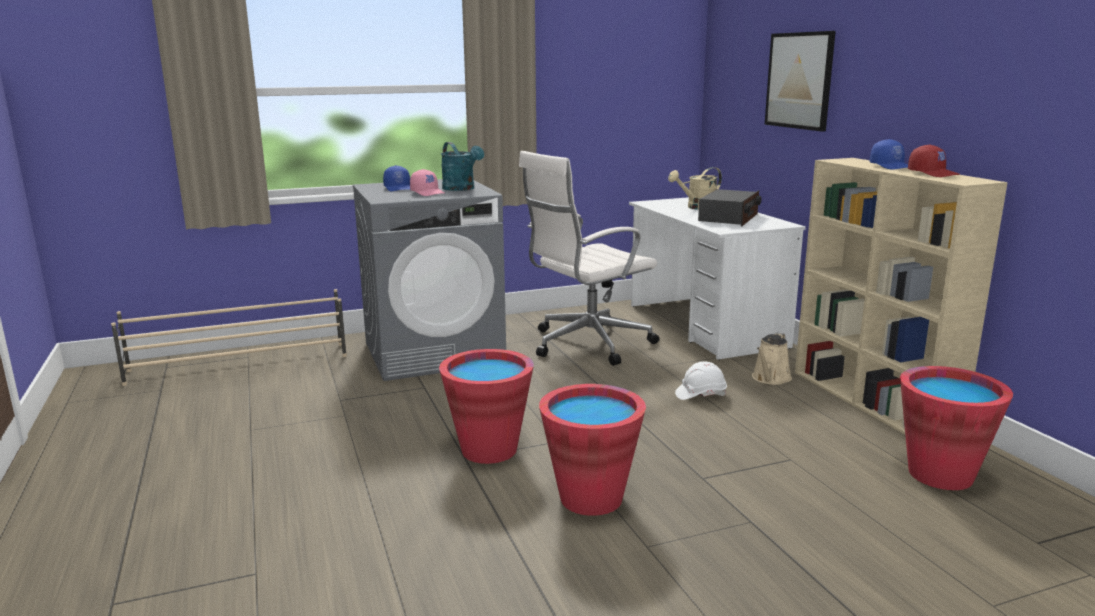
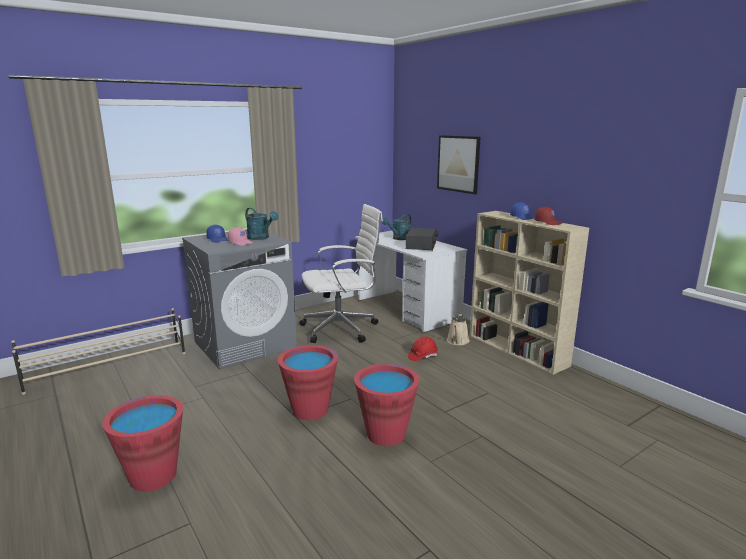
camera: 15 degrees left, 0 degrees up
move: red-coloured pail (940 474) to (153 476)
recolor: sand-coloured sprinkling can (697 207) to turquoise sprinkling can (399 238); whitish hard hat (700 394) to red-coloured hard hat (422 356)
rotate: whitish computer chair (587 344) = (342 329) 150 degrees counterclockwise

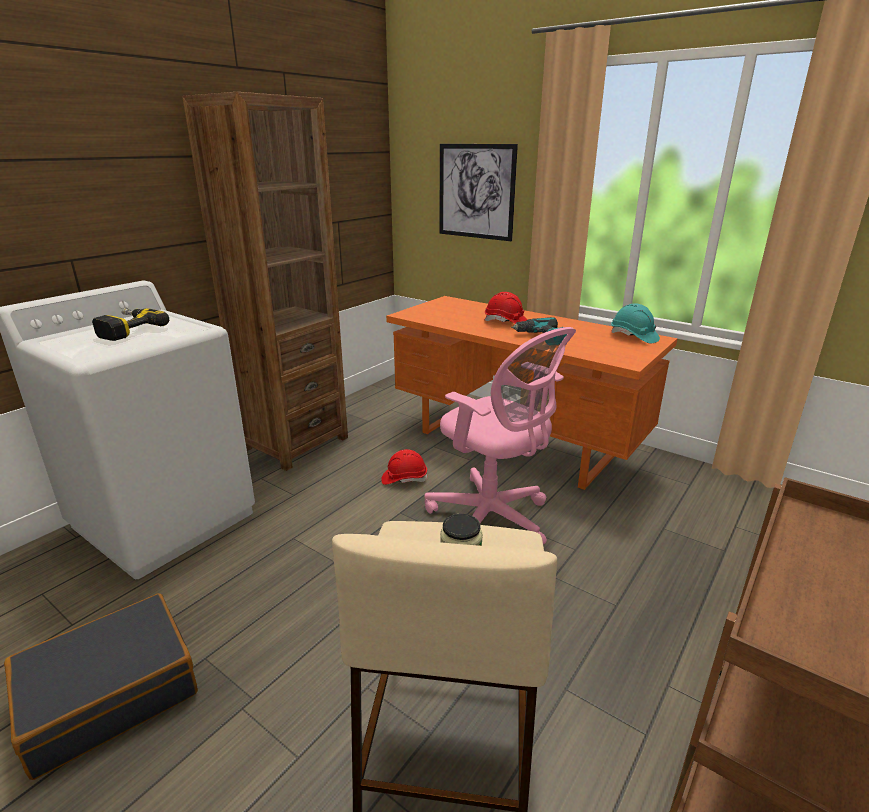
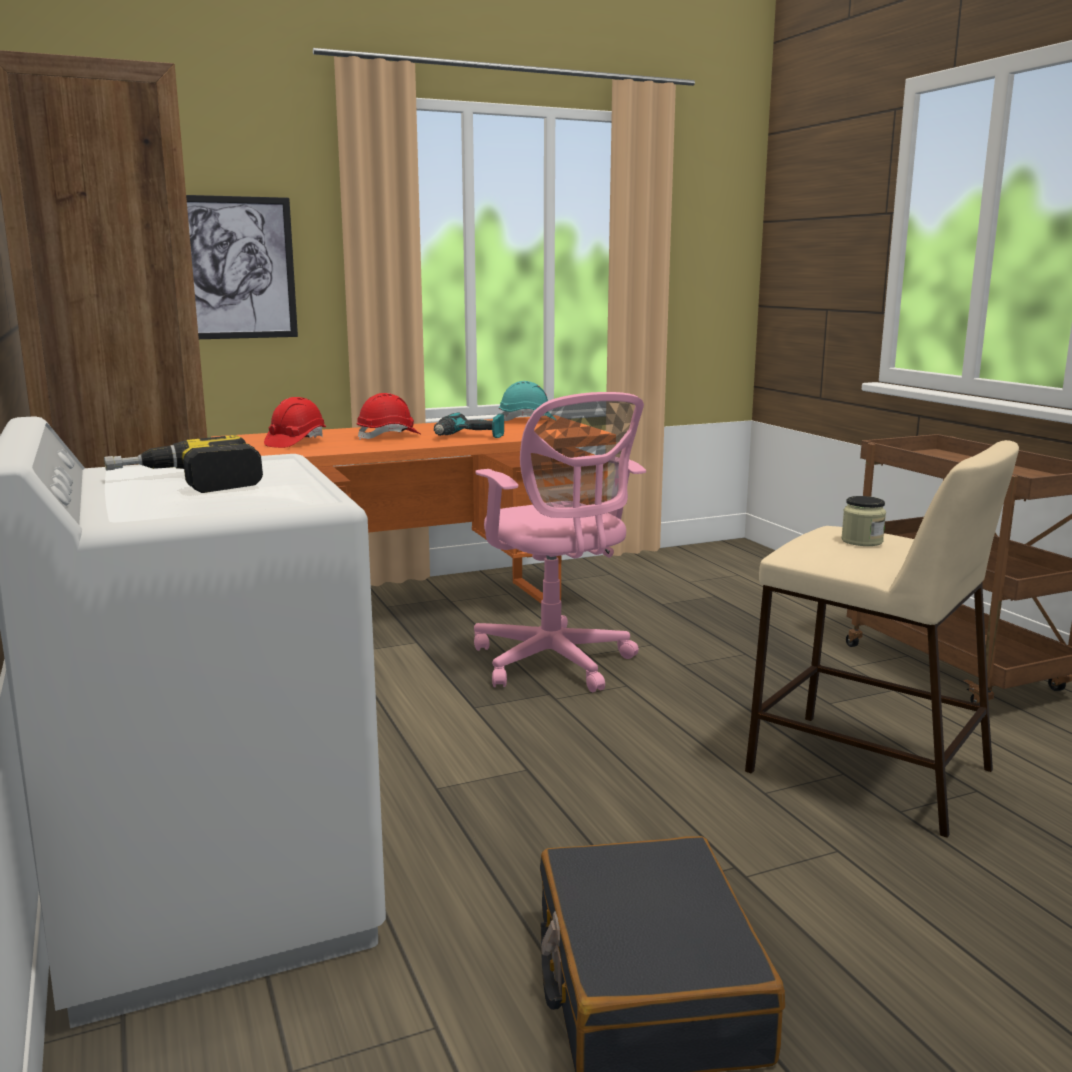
camera: 60 degrees left, 10 degrees down
move: red-coloured hard hat (404 478) to (295 442)
rotate: pink-coloured computer chair (493 519) = (555 663) 75 degrees clockwise

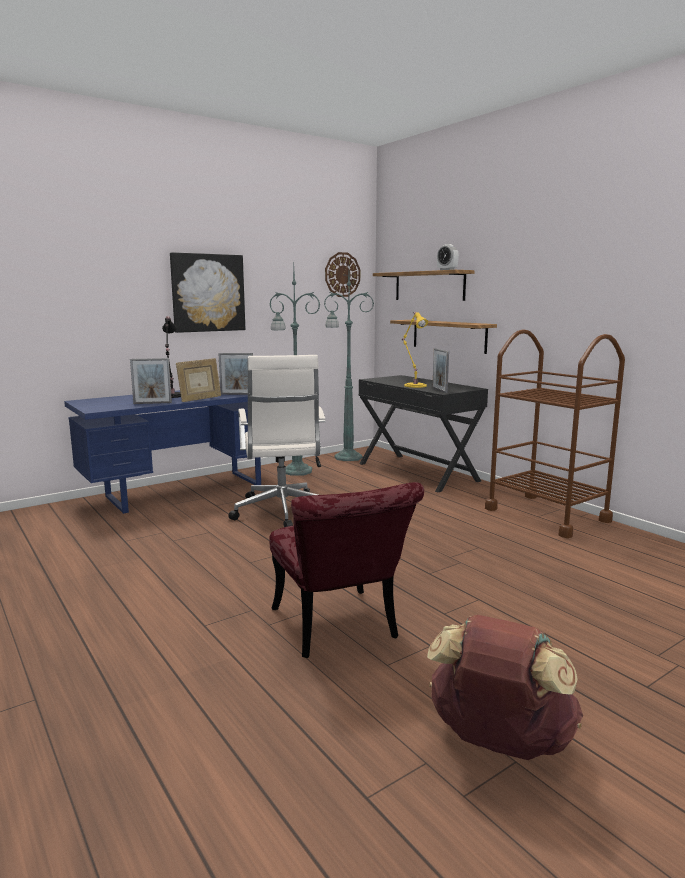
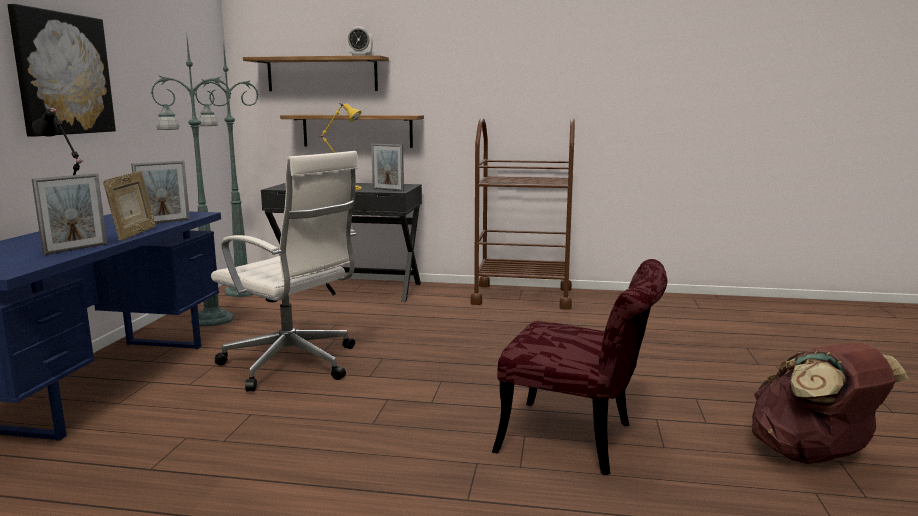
camera: 45 degrees left, 0 degrees up
delete: clock on the wall (342 274)

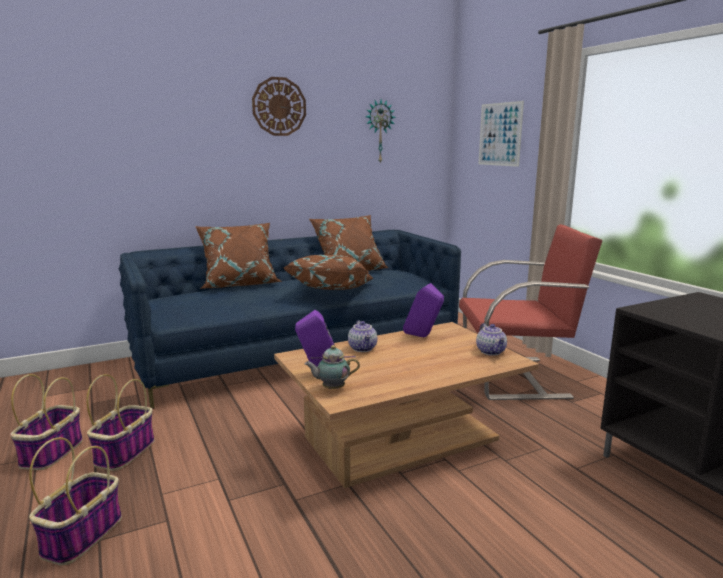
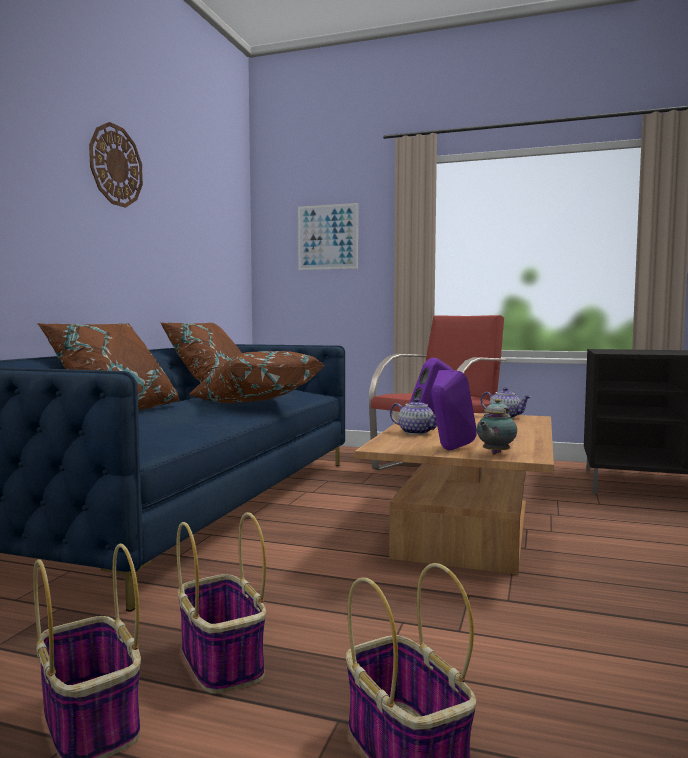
camera: 45 degrees left, 10 degrees down
delete: clock on the wall (379 131)

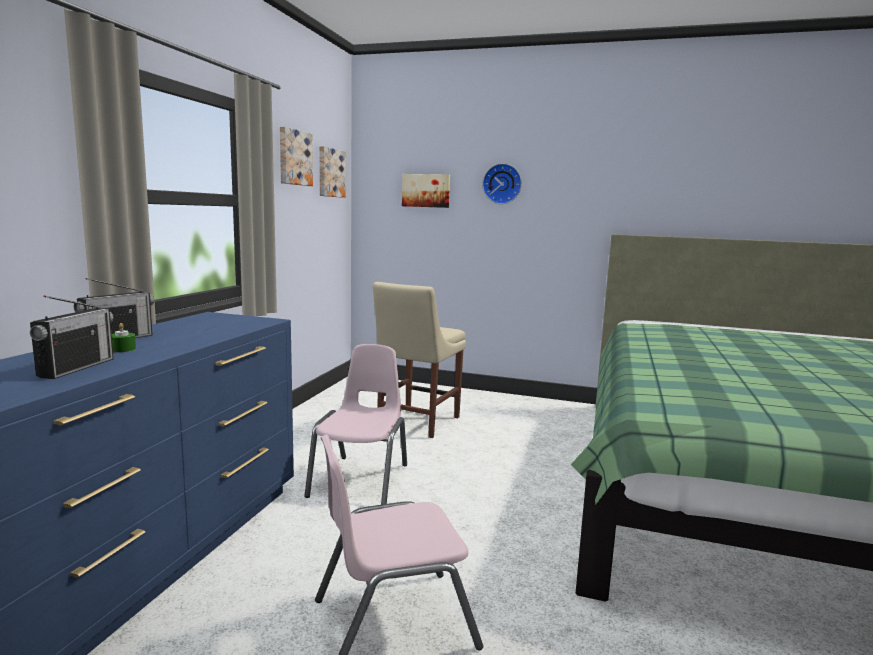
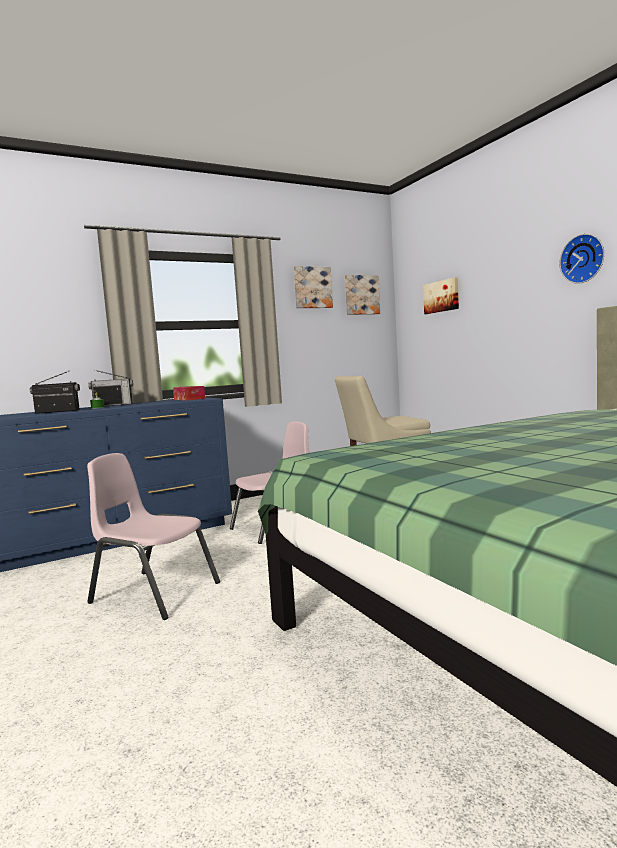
camera: 45 degrees right, 5 degrees down
insert: box of tissues (189 399)
move: clock on the wall (502 184) to (583 259)
rotate: radio receiver (77 368) = (57 412) 150 degrees counterclockwise

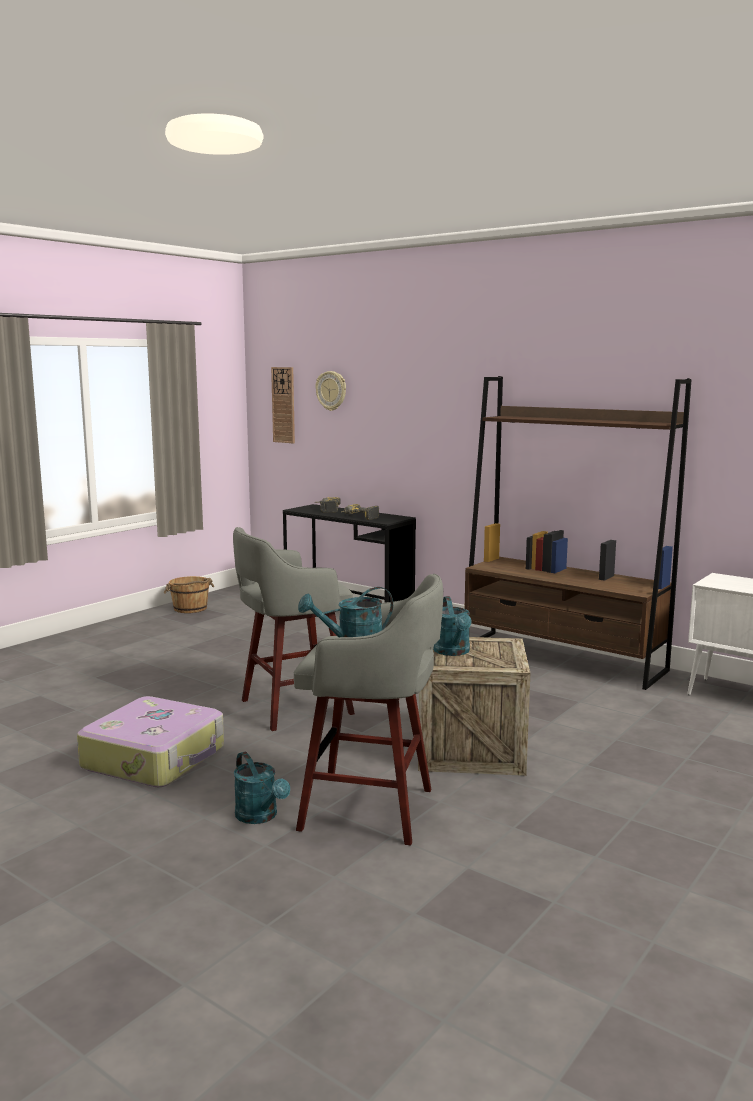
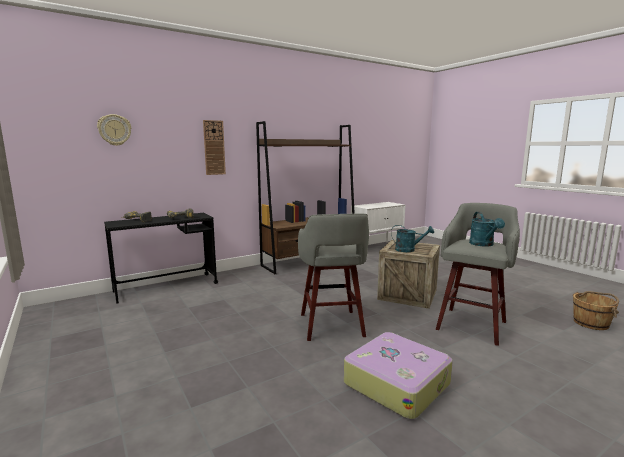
camera: 70 degrees left, 0 degrees up
delete: turquoise sprinkling can (260 817)
move: clock on the wall (283 405) to (214 147); brown pail (190 609) to (591 323)

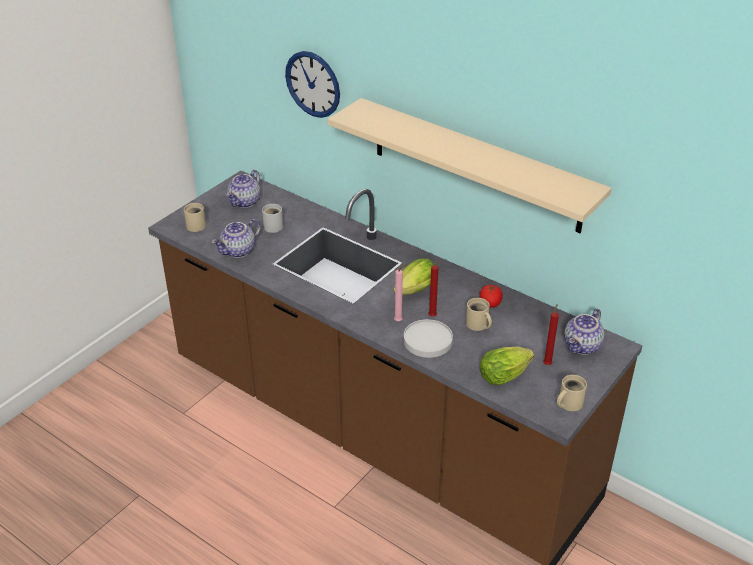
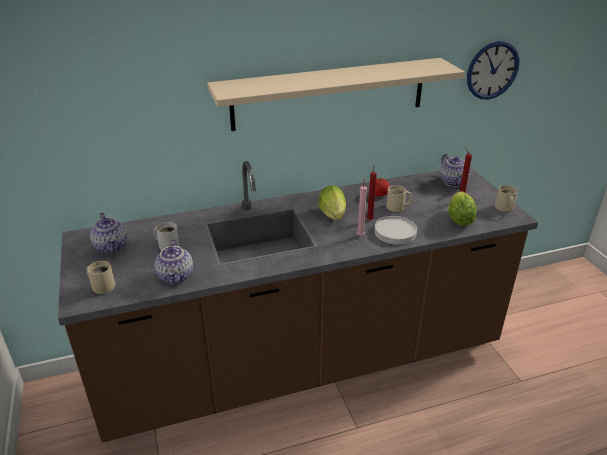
camera: 55 degrees left, 5 degrees down
move: clock on the wall (313 84) to (492 70)

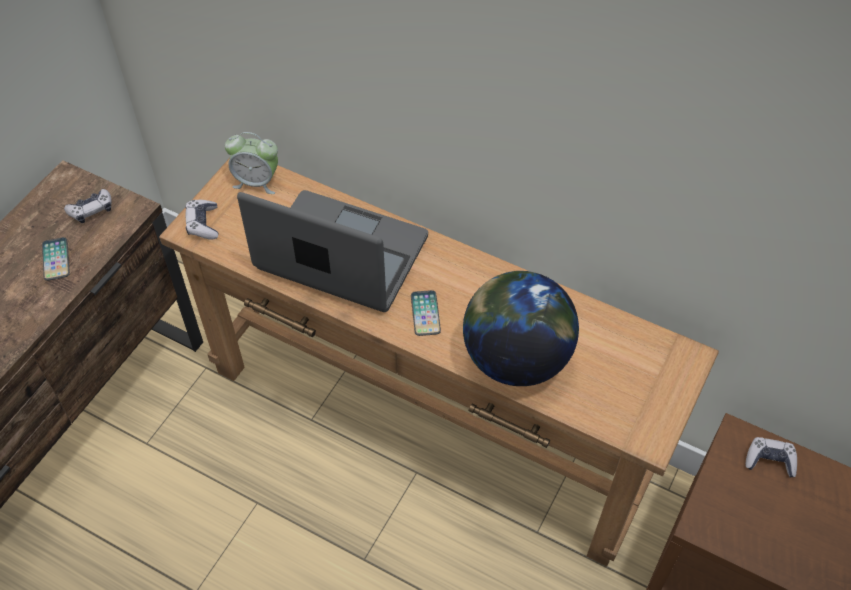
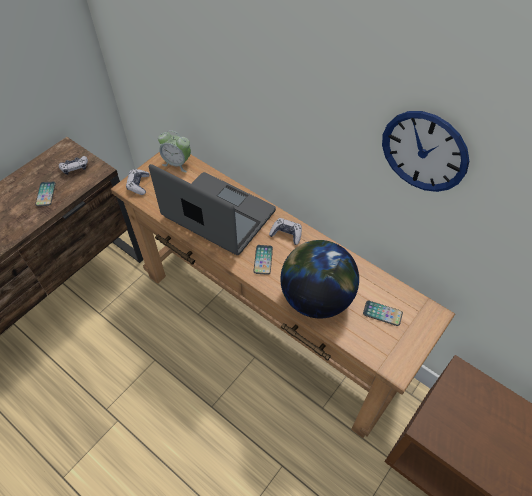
camera: 10 degrees right, 0 degrees up
insert: clock on the wall (424 151); handset (382 313)
move: game controller (769 460) to (286 234)

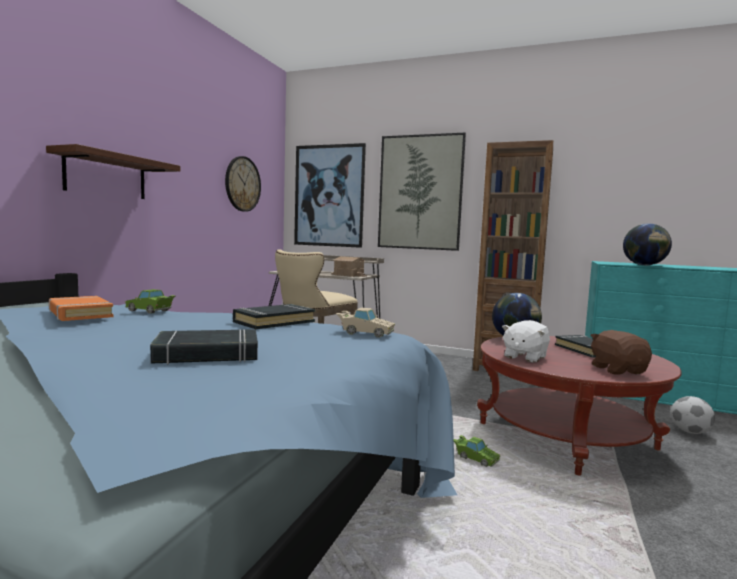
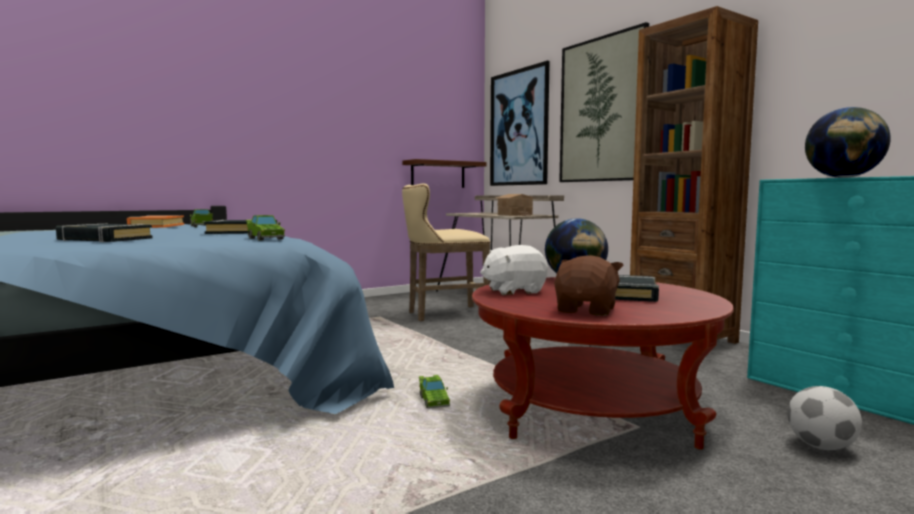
camera: 35 degrees right, 0 degrees up
delete: clock on the wall (242 184)
move: wall shelf (106 176) to (438 174)
recolor: sand-coloured model car (364 333) to green-coloured model car (264 238)

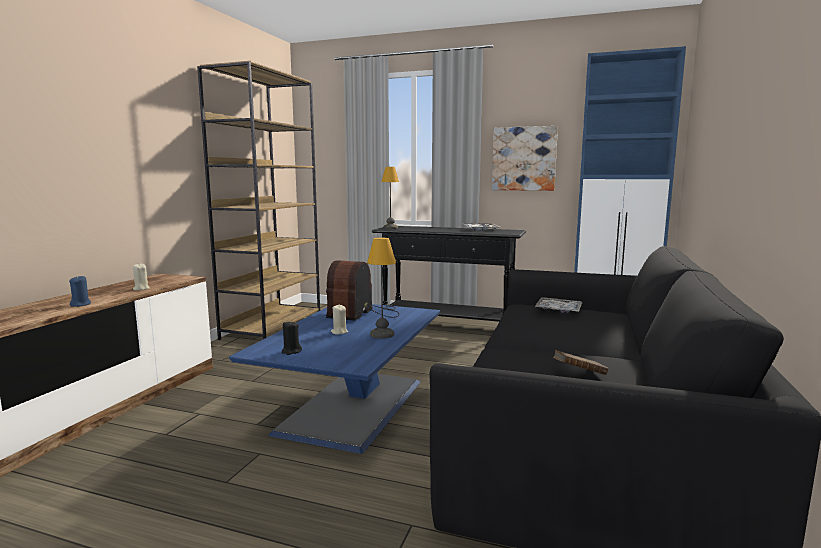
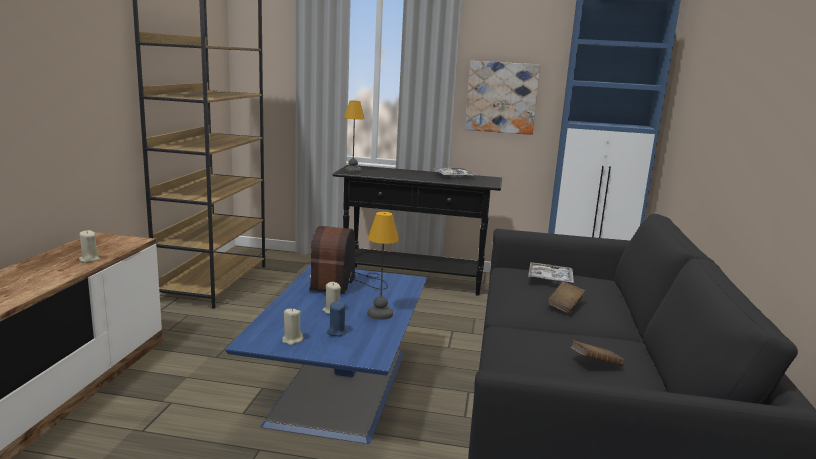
camera: 10 degrees left, 5 degrees up
insert: brown bound book (565 306)
move: blue-coloured candle (81 304) to (336 332)
recolor: black-coloured candle (291 351) to sand-coloured candle (292 340)

